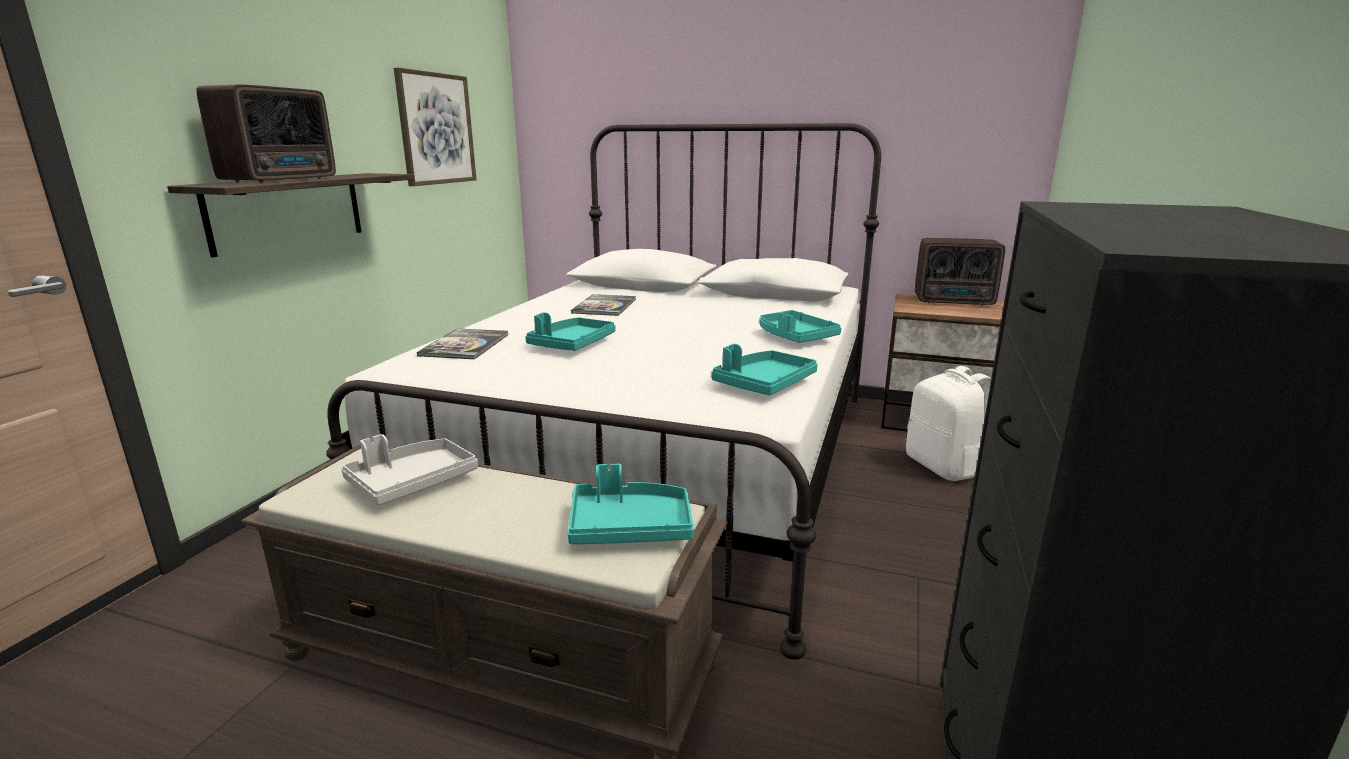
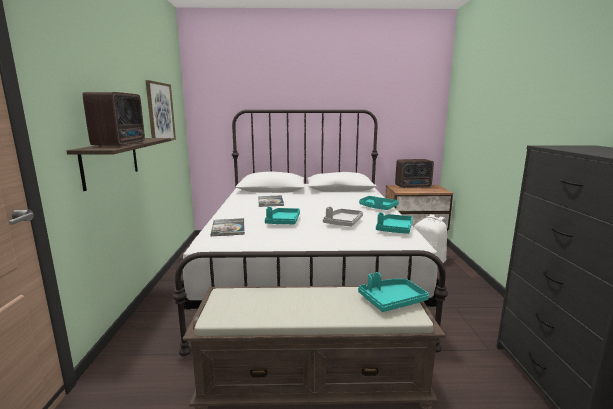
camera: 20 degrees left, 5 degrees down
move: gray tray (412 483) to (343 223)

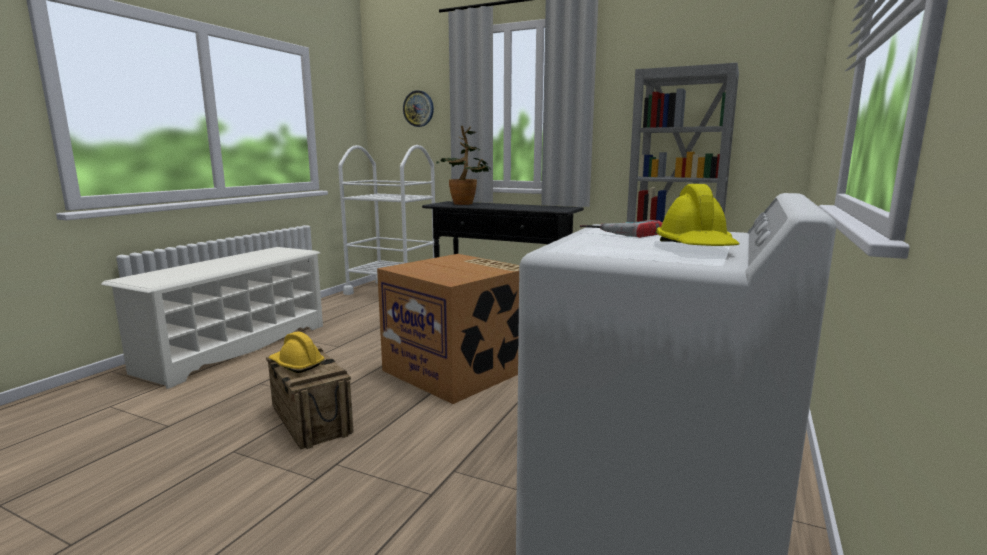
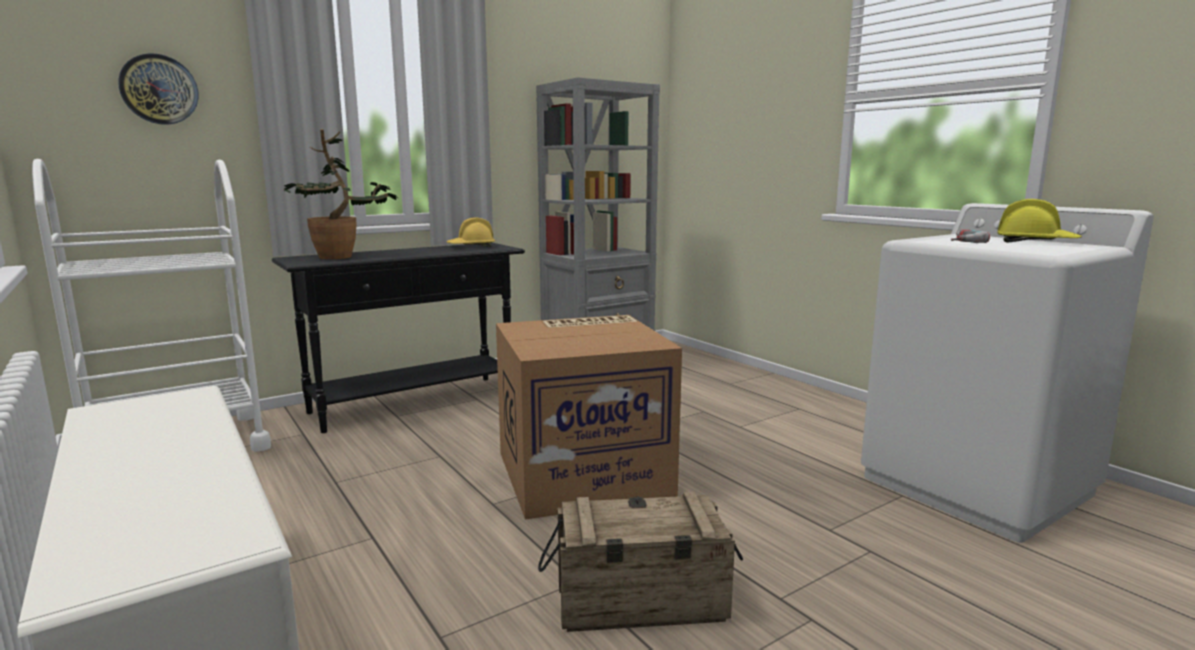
camera: 60 degrees left, 0 degrees up
move: yellow-coloured hard hat (296 364) to (471 246)

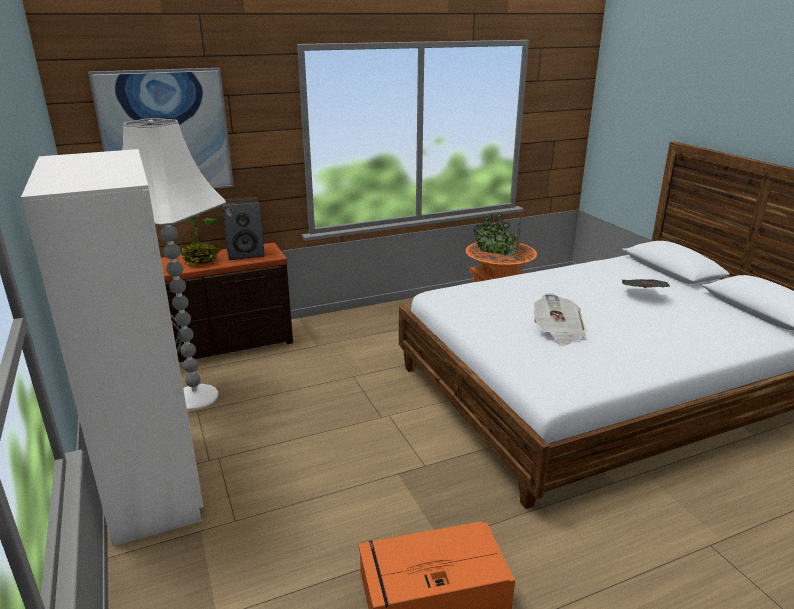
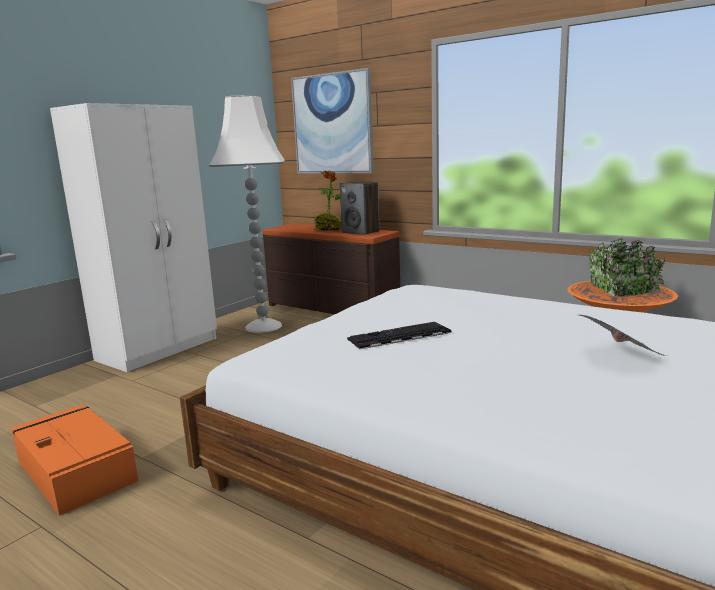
camera: 60 degrees right, 10 degrees down
replace: newspaper (557 332) to computer keyboard (399 336)

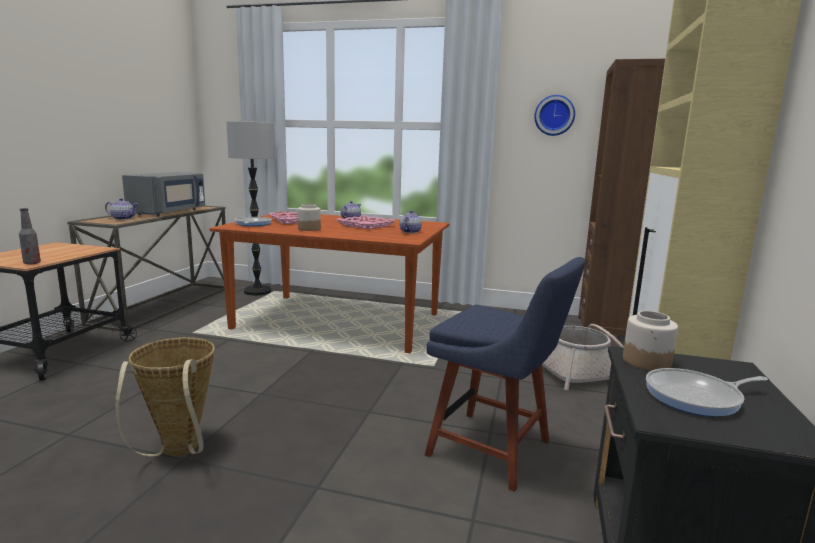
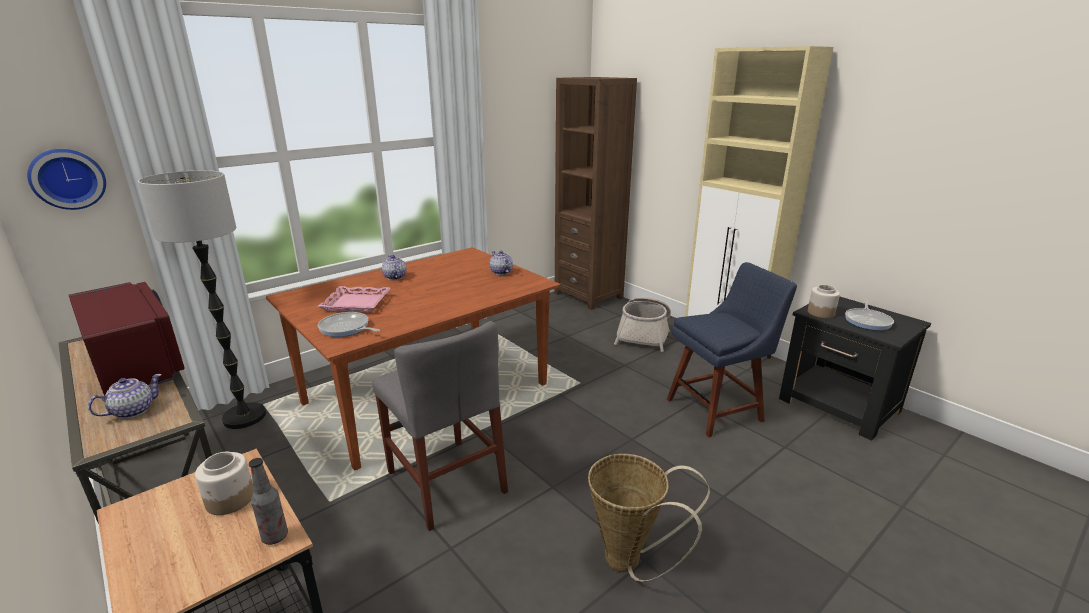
camera: 55 degrees left, 10 degrees up
delete: pink-coloured tray (365 225)
insert: gray upright chair (446 481)
move: clock on the wall (554 115) to (67 178); storage jar (309 229) to (230 499)
recolor: gray kitchen microwave (170 212) to red-coloured kitchen microwave (137 365)

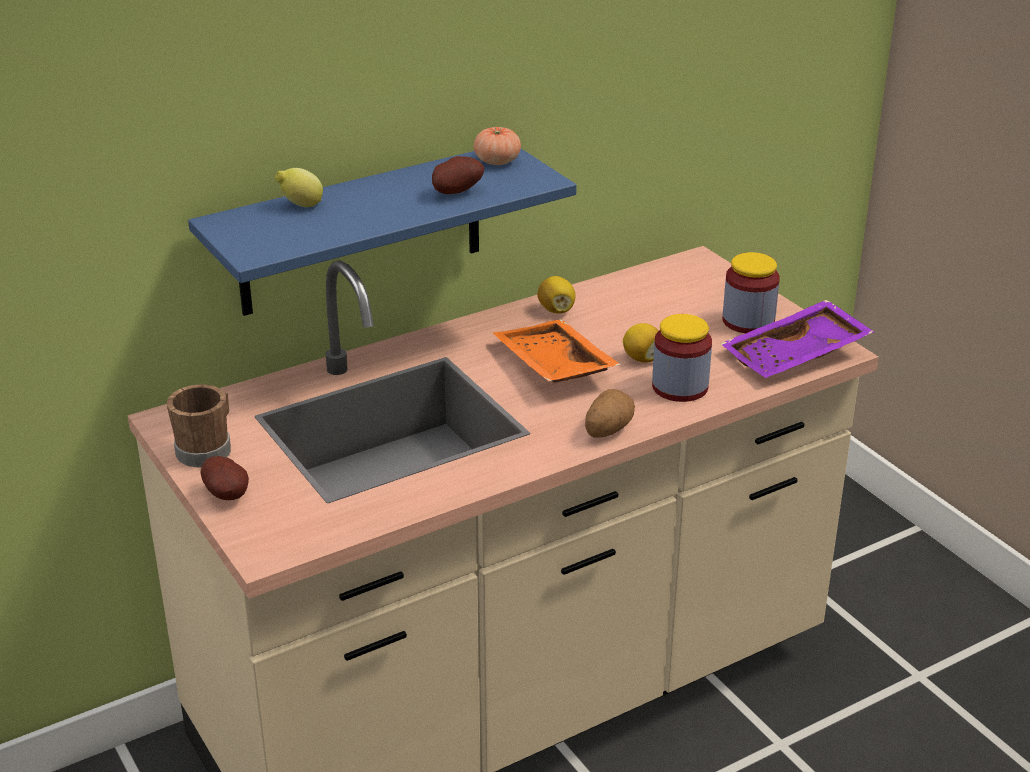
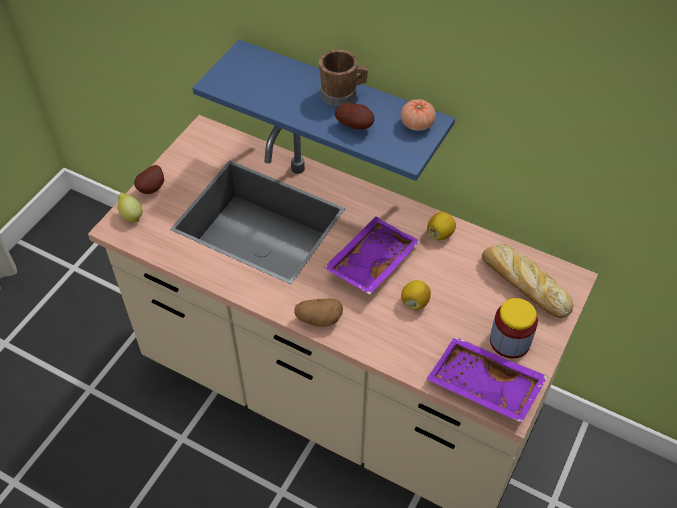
camera: 60 degrees right, 20 degrees up
delete: storage jar (680 387)
insert: baked bread (523 284)
move: lemon (300 206) to (131 216); brown tea mug (207 449) to (343 94)
recolor: orangey tray (551 367) to purple tray (370 261)

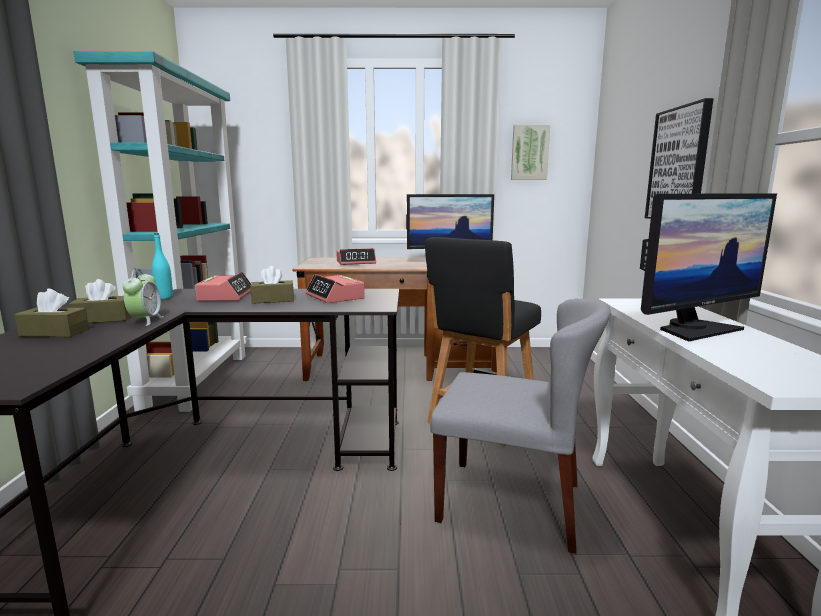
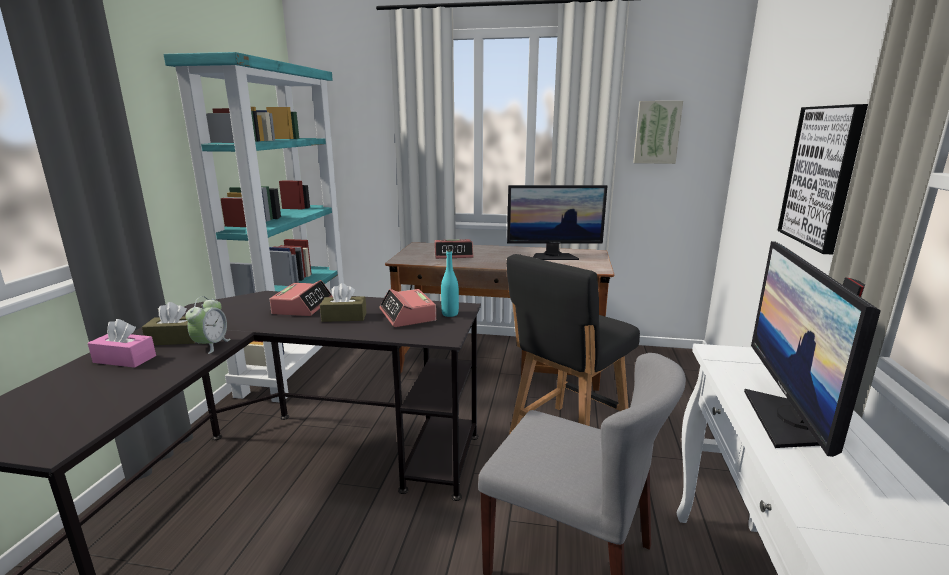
camera: 10 degrees right, 5 degrees up
move: turquoise drink bottle (164 298) to (450 314)
recolor: brown box of tissues (54 333) to pink-coloured box of tissues (125 359)
rotate: computer screen (695 329) = (787 420) 120 degrees clockwise

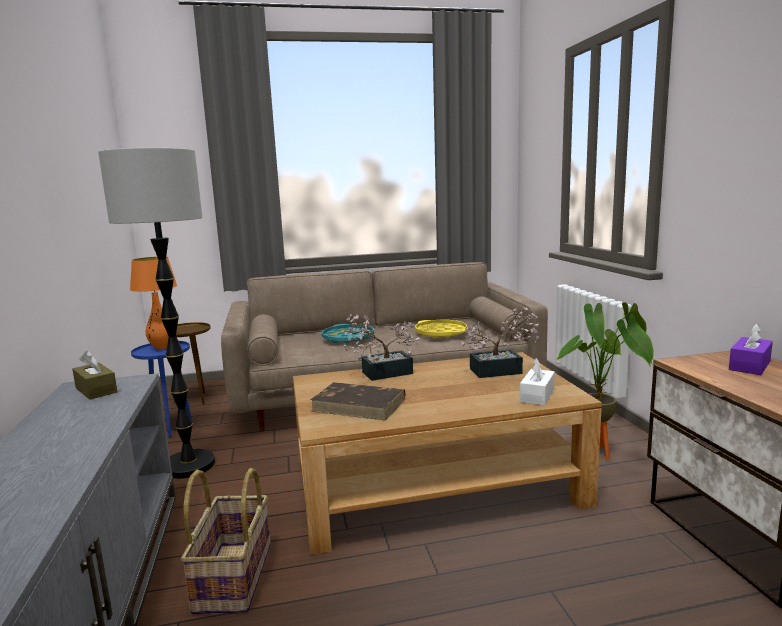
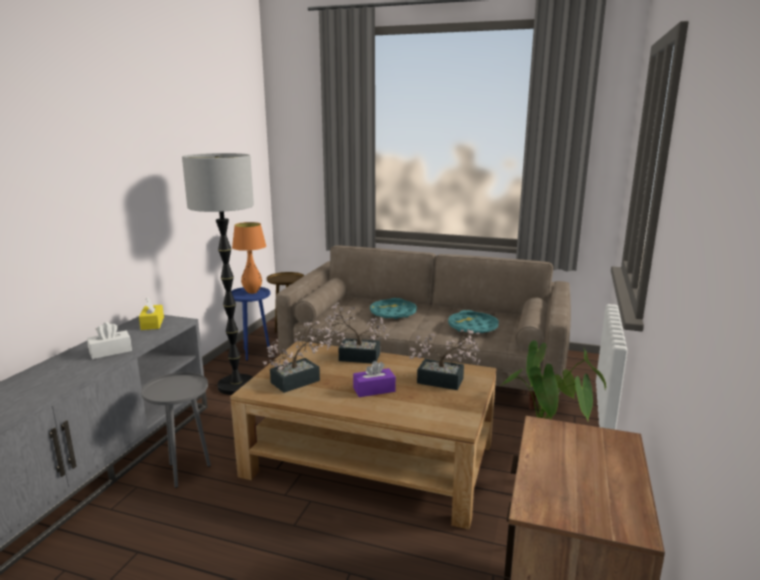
camera: 30 degrees right, 5 degrees up
move: purple box of tissues (749 365) to (374 390); whitish box of tissues (537 395) to (110 351)
replace: brown bound book (360 405) to potted plant (300 380); household basket (232 576) to gray end table (185 472)
recolor: yellow-coloured tray (441 333) to turquoise tray (472 327); brown box of tissues (96 390) to yellow-coloured box of tissues (152 323)

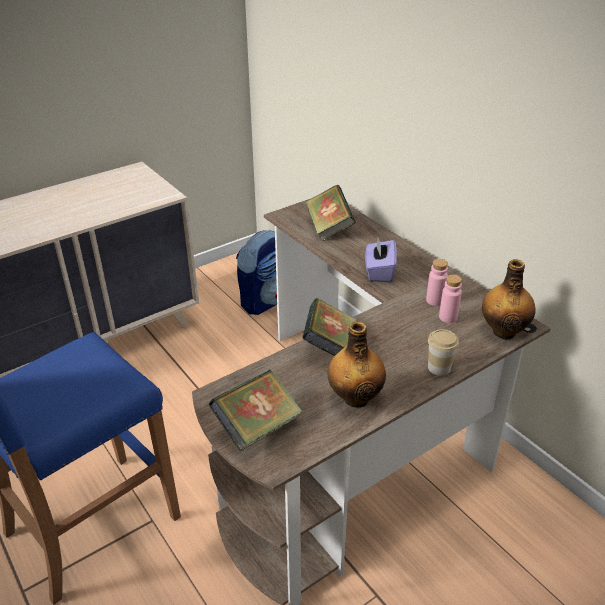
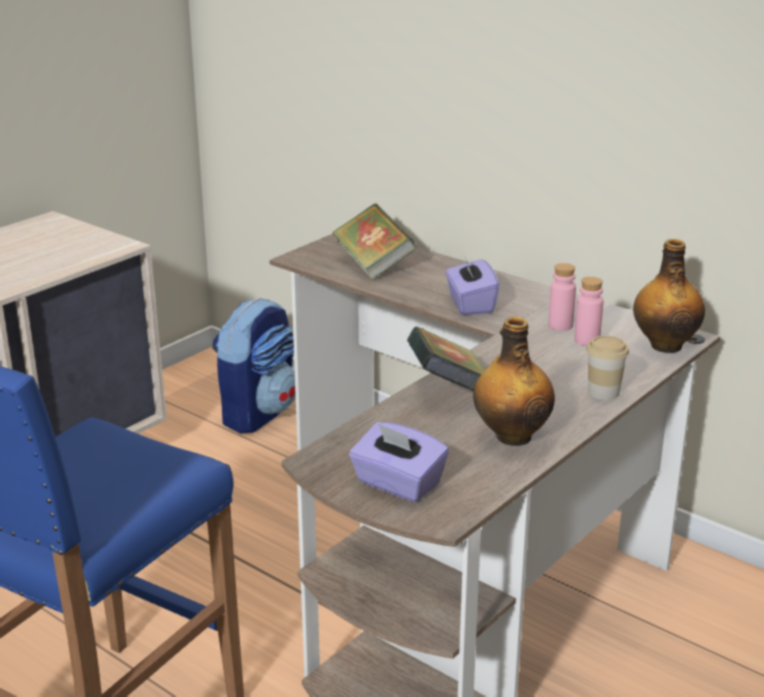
camera: 15 degrees left, 10 degrees down
replace: bound book (257 427) to purple box of tissues (397 484)

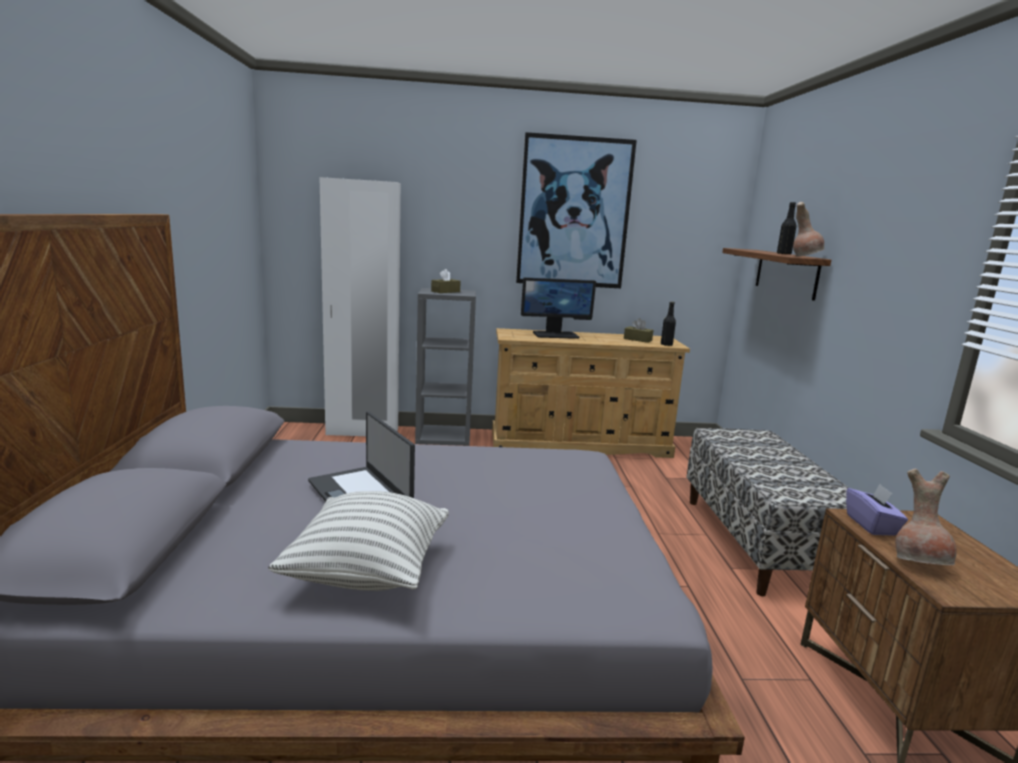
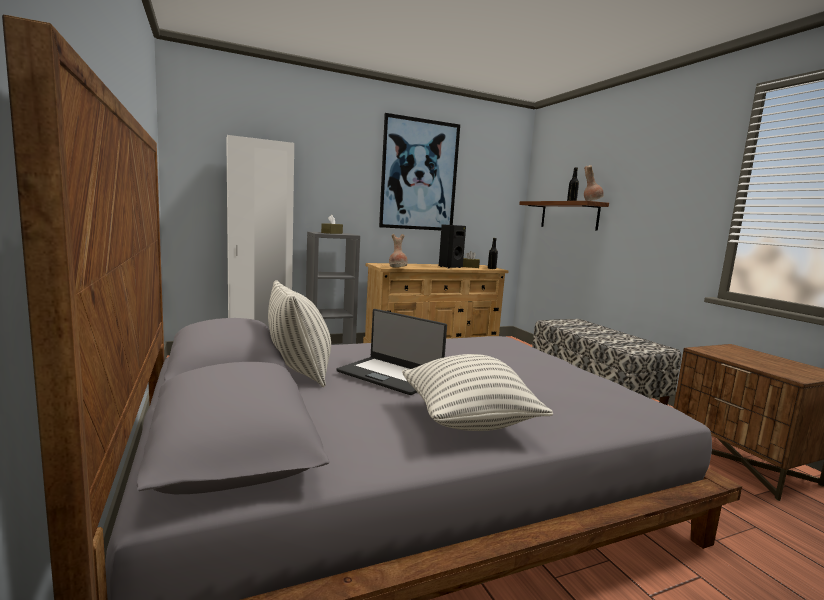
camera: 20 degrees left, 5 degrees down
delete: computer screen (555 335); purple box of tissues (871 525)
insert: black-coloured loudspeaker (449 267); pillow (299 372)
move: brown decorative vase (920 564) to (398 268)

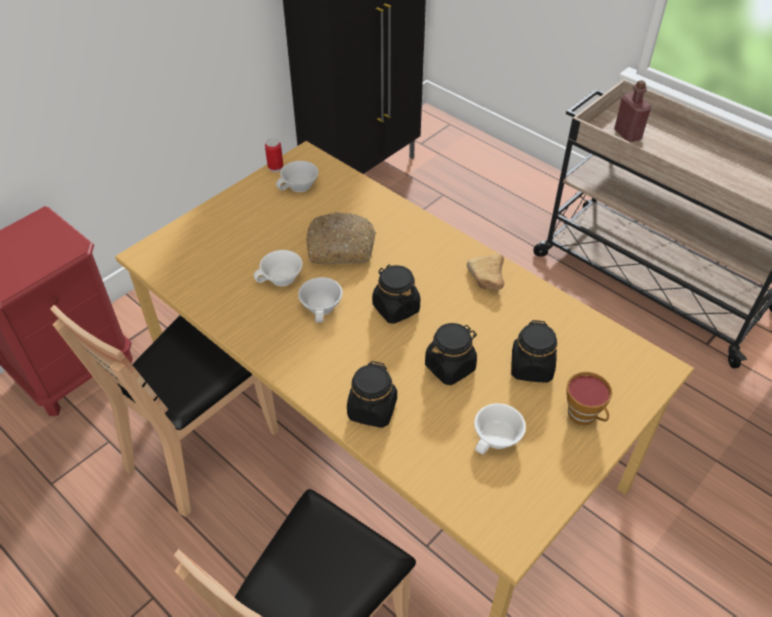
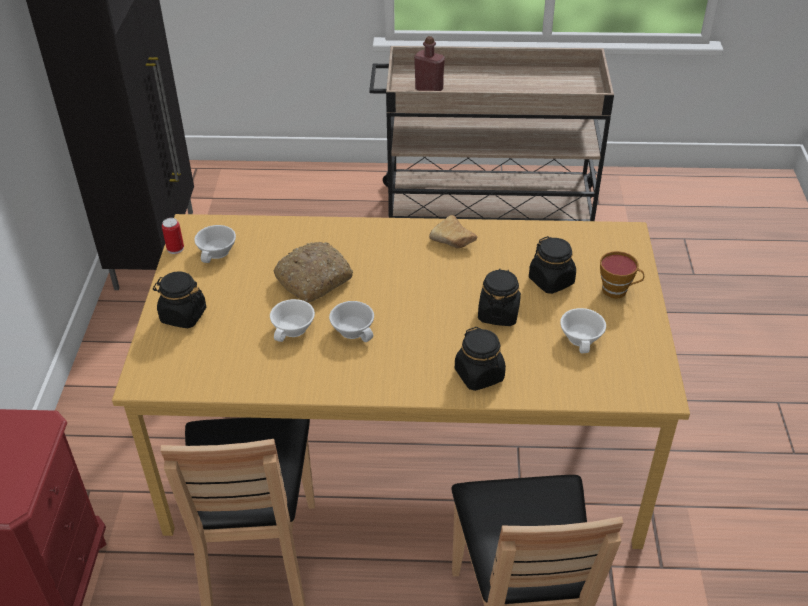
camera: 40 degrees left, 5 degrees down
move: black-coloured storage jar (395 308) to (183 315)

